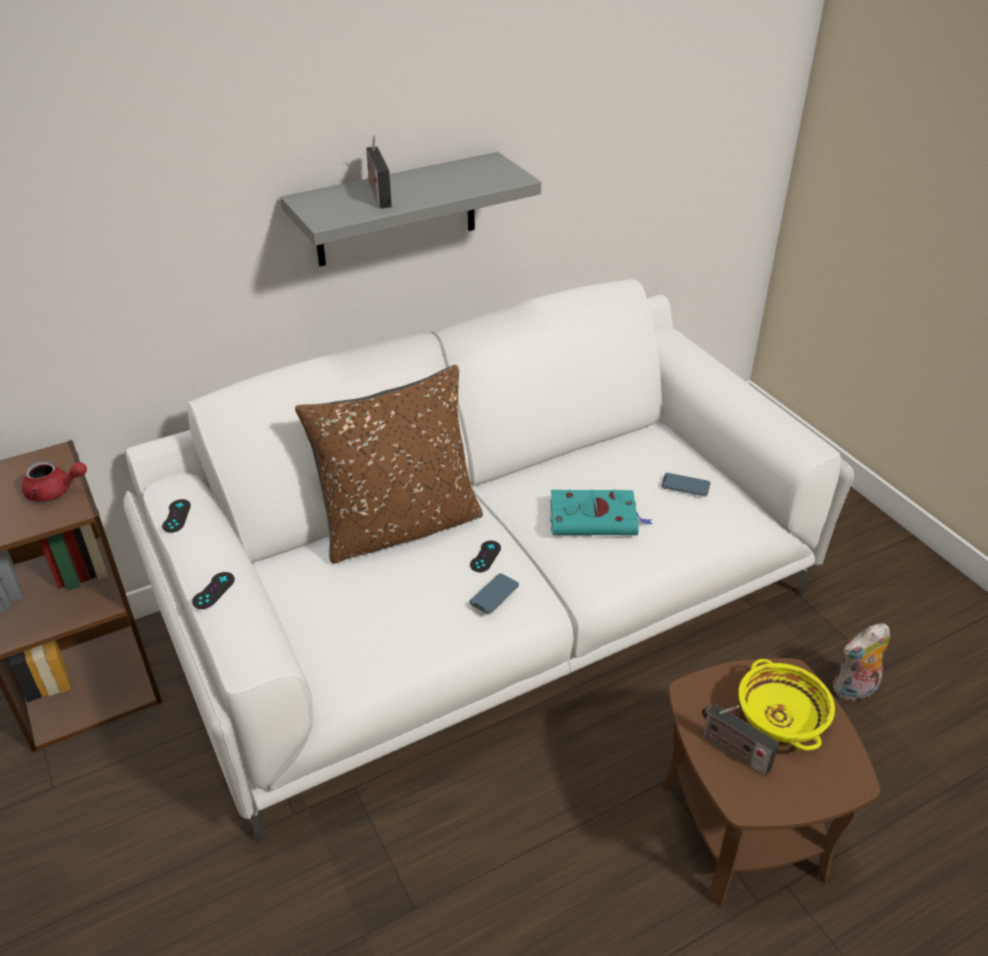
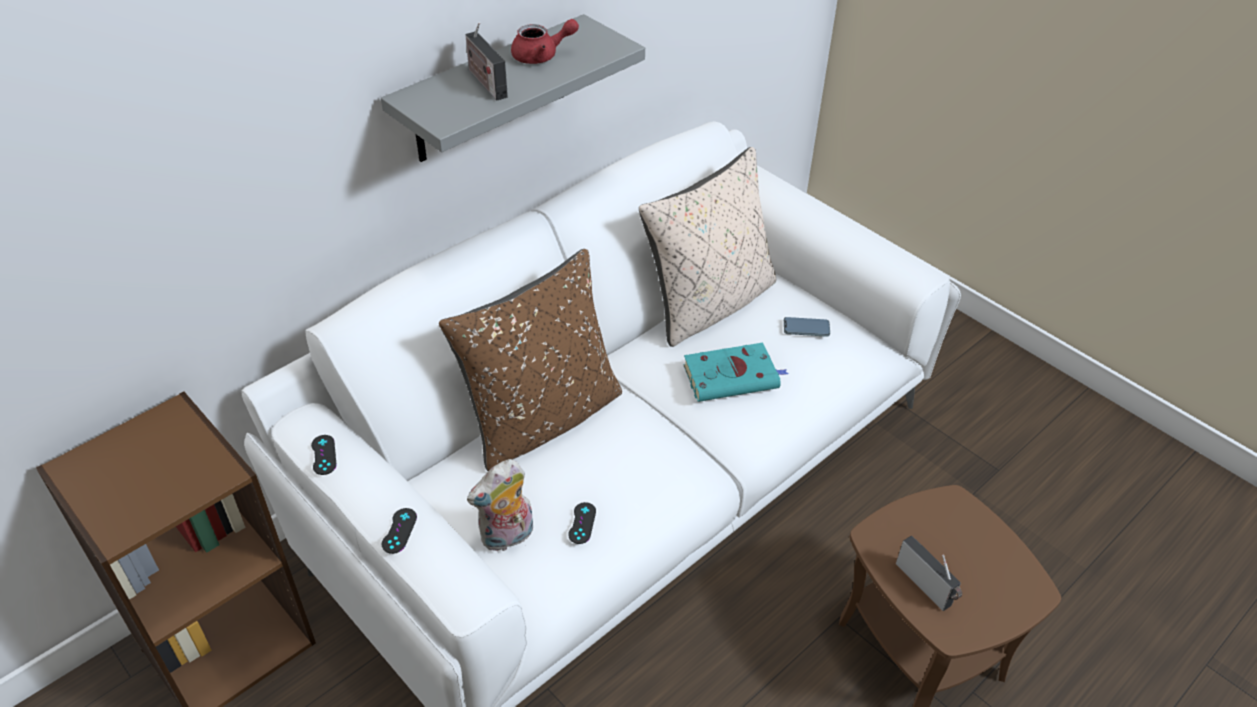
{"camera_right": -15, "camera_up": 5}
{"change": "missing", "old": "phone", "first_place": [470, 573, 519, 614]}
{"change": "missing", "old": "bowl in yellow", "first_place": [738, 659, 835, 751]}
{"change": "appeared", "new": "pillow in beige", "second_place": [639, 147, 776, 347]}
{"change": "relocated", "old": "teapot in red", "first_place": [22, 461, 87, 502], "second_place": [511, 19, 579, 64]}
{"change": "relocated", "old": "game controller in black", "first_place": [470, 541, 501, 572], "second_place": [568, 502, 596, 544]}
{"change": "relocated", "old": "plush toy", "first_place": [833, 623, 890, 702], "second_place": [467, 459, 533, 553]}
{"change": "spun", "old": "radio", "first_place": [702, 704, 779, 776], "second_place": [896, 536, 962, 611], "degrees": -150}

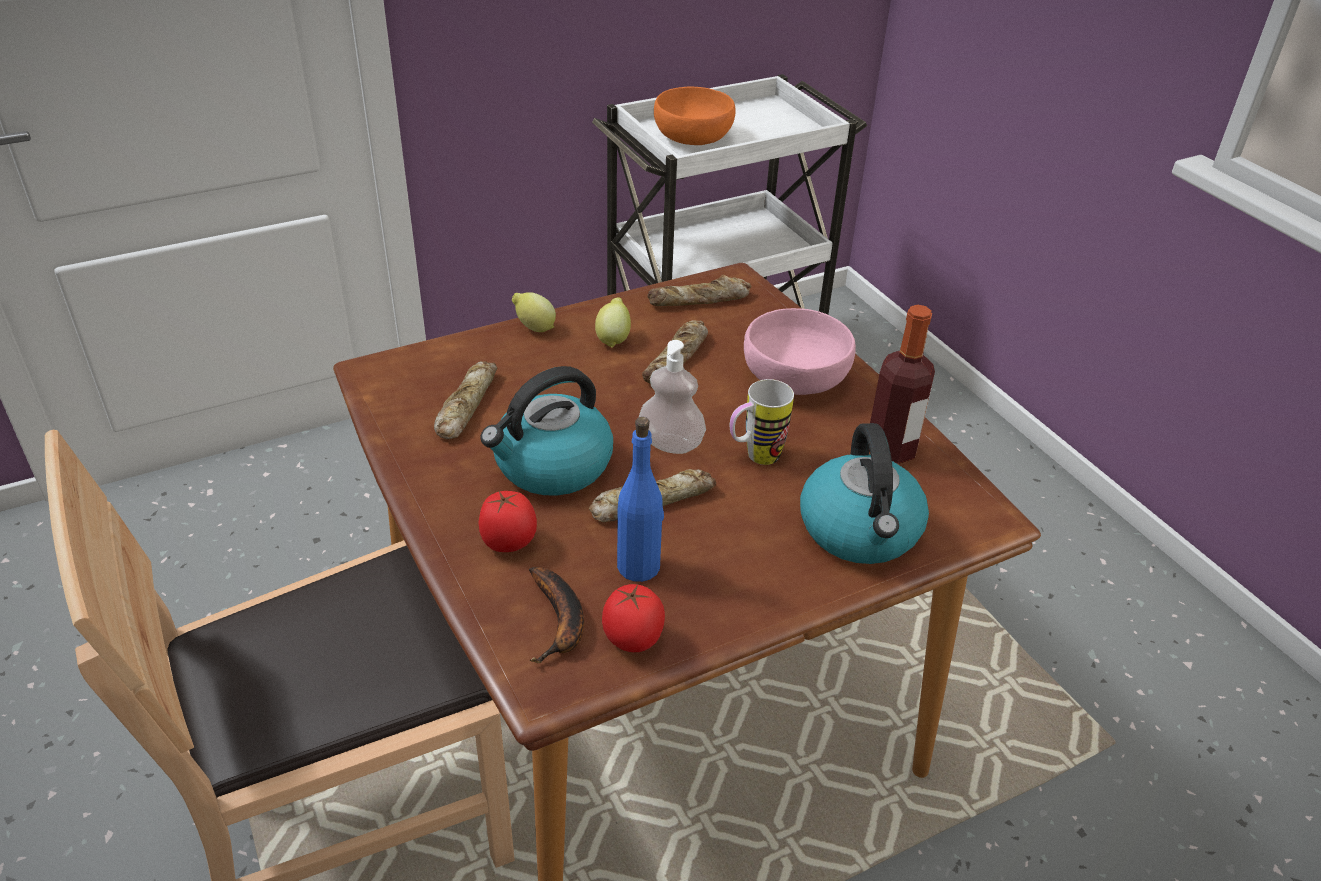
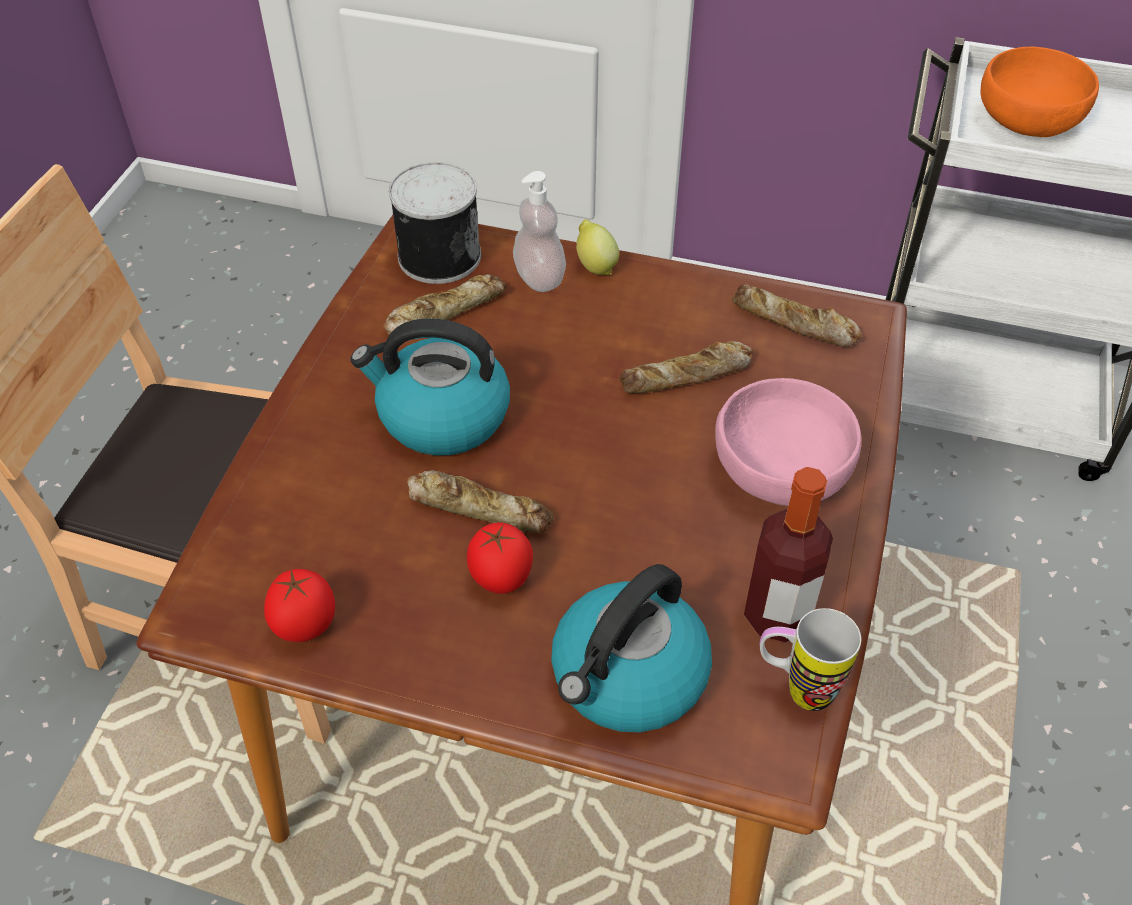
{"camera_right": 45, "camera_up": 10}
{"change": "missing", "old": "banana", "first_place": [529, 567, 584, 663]}
{"change": "missing", "old": "lemon", "first_place": [595, 297, 631, 348]}
{"change": "missing", "old": "bottle in blue", "first_place": [617, 417, 664, 582]}
{"change": "appeared", "new": "can", "second_place": [389, 162, 481, 284]}
{"change": "relocated", "old": "tomato", "first_place": [478, 491, 537, 552], "second_place": [467, 522, 533, 594]}
{"change": "relocated", "old": "soap dispenser", "first_place": [639, 340, 706, 454], "second_place": [513, 171, 566, 292]}
{"change": "relocated", "old": "mug", "first_place": [730, 379, 794, 465], "second_place": [759, 608, 861, 711]}

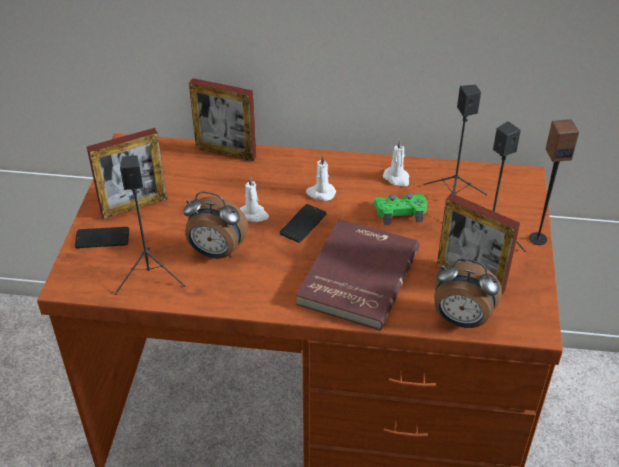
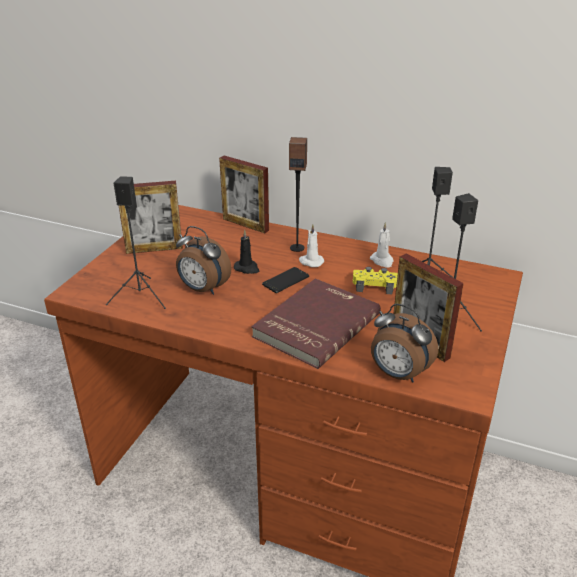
{"camera_right": 15, "camera_up": -10}
{"change": "missing", "old": "phone", "first_place": [75, 227, 129, 248]}
{"change": "relocated", "old": "speaker", "first_place": [529, 119, 579, 245], "second_place": [289, 137, 307, 252]}
{"change": "colour", "old": "candle in white", "new": "candle in black", "first_place": [240, 176, 269, 222], "second_place": [234, 230, 259, 274]}
{"change": "colour", "old": "game controller in green", "new": "game controller in yellow", "first_place": [374, 193, 427, 225], "second_place": [353, 267, 398, 294]}

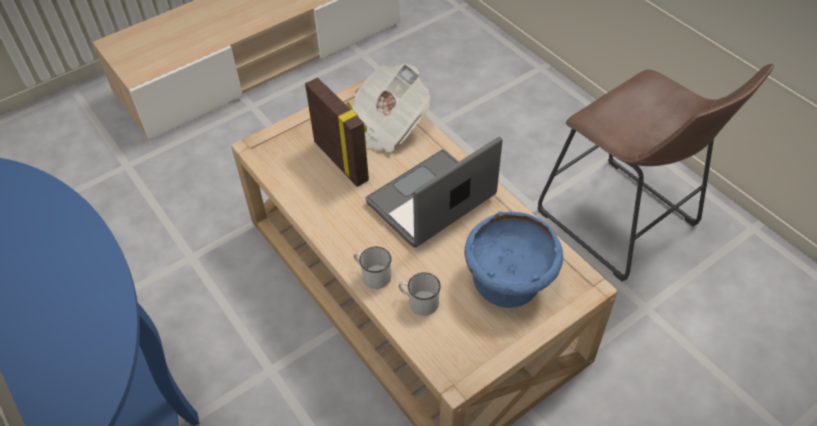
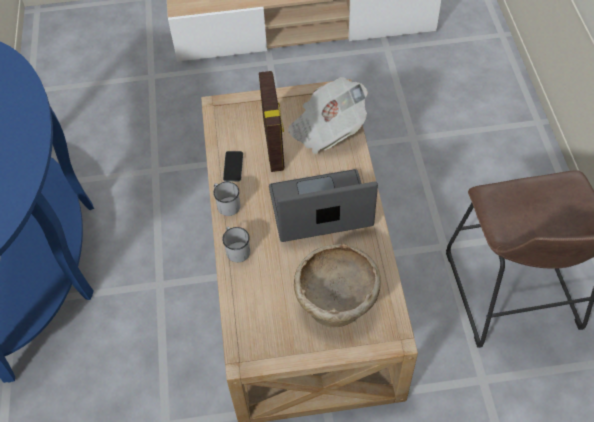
{"camera_right": 30, "camera_up": 5}
{"change": "appeared", "new": "phone", "second_place": [223, 151, 243, 181]}
{"change": "relocated", "old": "mug in white", "first_place": [399, 272, 441, 316], "second_place": [213, 182, 241, 216]}
{"change": "colour", "old": "bowl in blue", "new": "bowl in beige", "first_place": [464, 211, 563, 308], "second_place": [294, 244, 381, 327]}

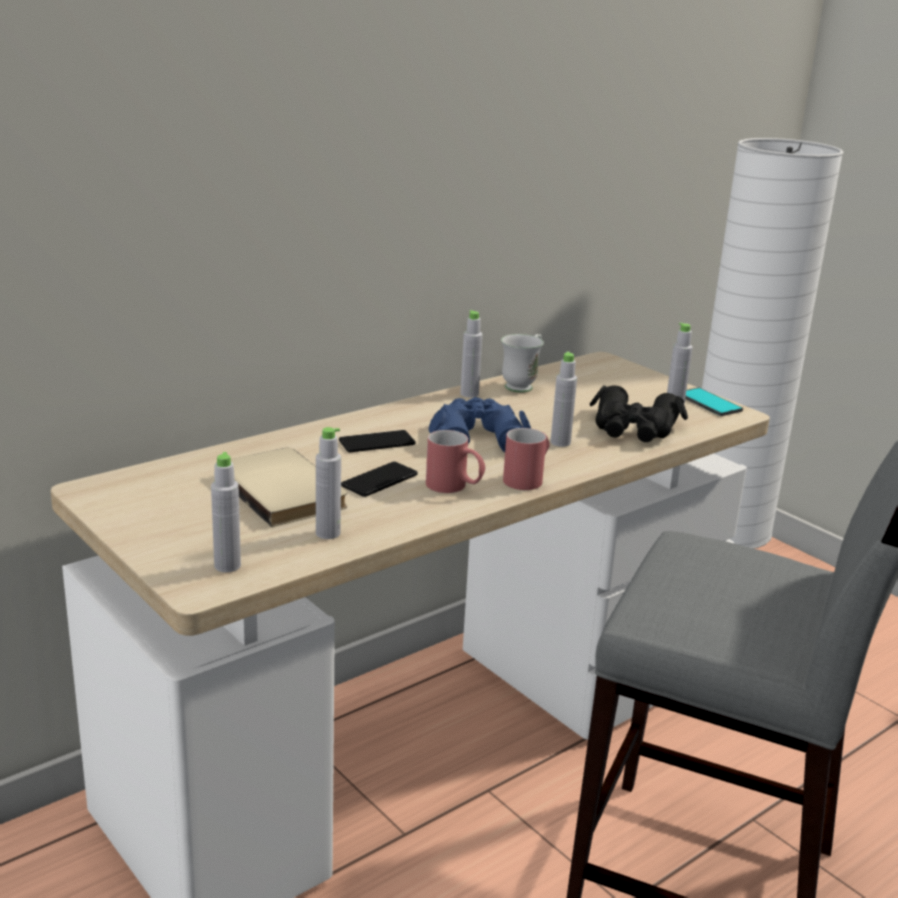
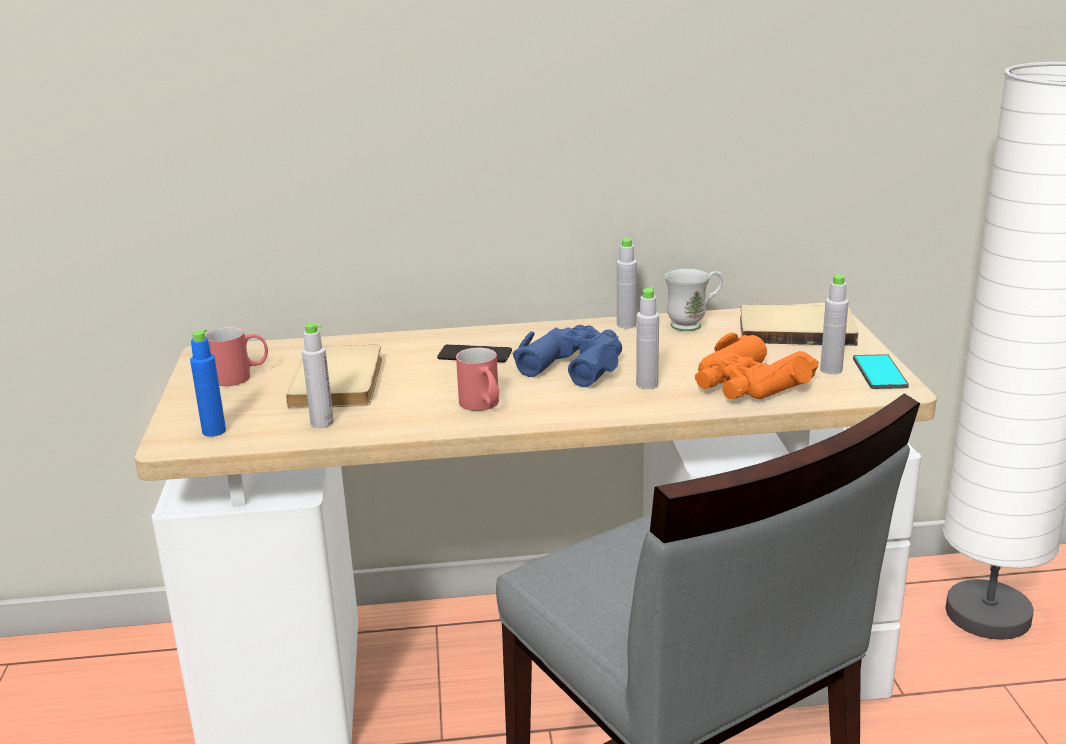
{"camera_right": 35, "camera_up": 0}
{"change": "missing", "old": "phone", "first_place": [341, 462, 418, 497]}
{"change": "appeared", "new": "book in beige", "second_place": [740, 304, 858, 346]}
{"change": "relocated", "old": "mug in red", "first_place": [503, 428, 550, 490], "second_place": [205, 327, 268, 386]}
{"change": "colour", "old": "bottle in grey", "new": "bottle in blue", "first_place": [211, 452, 241, 572], "second_place": [190, 329, 226, 437]}
{"change": "colour", "old": "binoculars in black", "new": "binoculars in orange", "first_place": [589, 385, 688, 442], "second_place": [695, 333, 819, 400]}

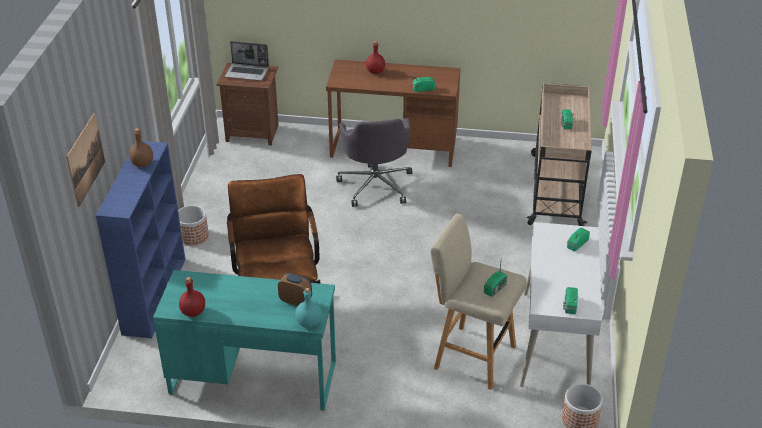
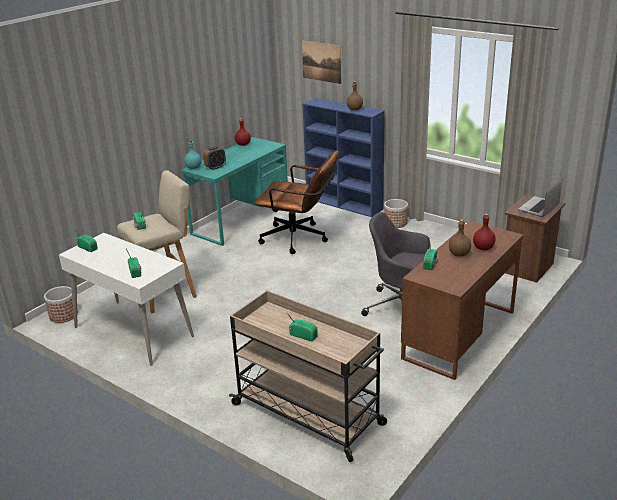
{"camera_right": 120, "camera_up": -10}
{"change": "appeared", "new": "bottle in brown", "second_place": [449, 219, 471, 257]}

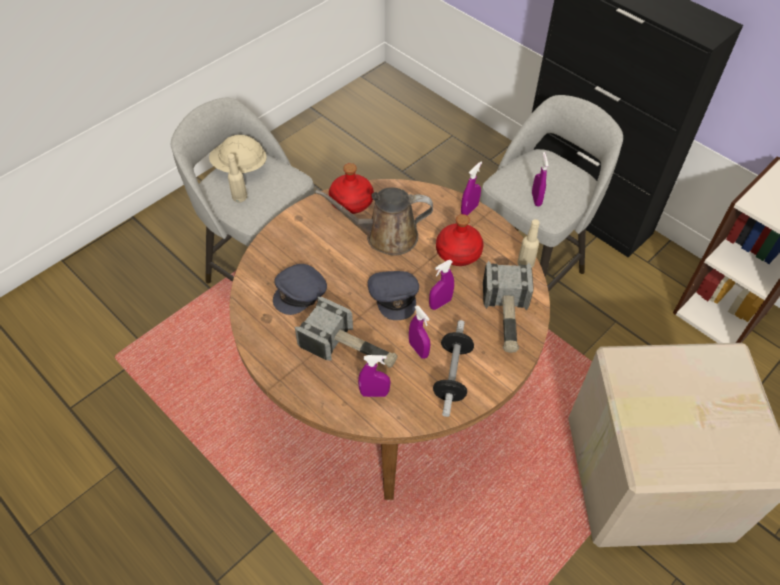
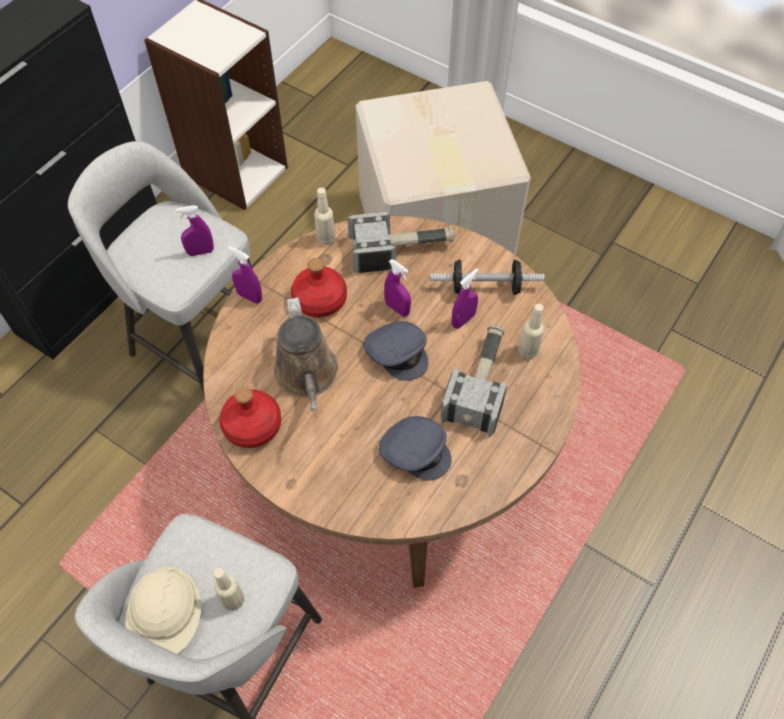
{"camera_right": -100, "camera_up": 5}
{"change": "exchanged", "old": "spray bottle in purple", "new": "bottle in beige", "first_place": [358, 355, 391, 397], "second_place": [518, 303, 544, 359]}
{"change": "spun", "old": "cap in grey", "first_place": [368, 271, 419, 320], "second_place": [363, 321, 428, 381], "degrees": 75}

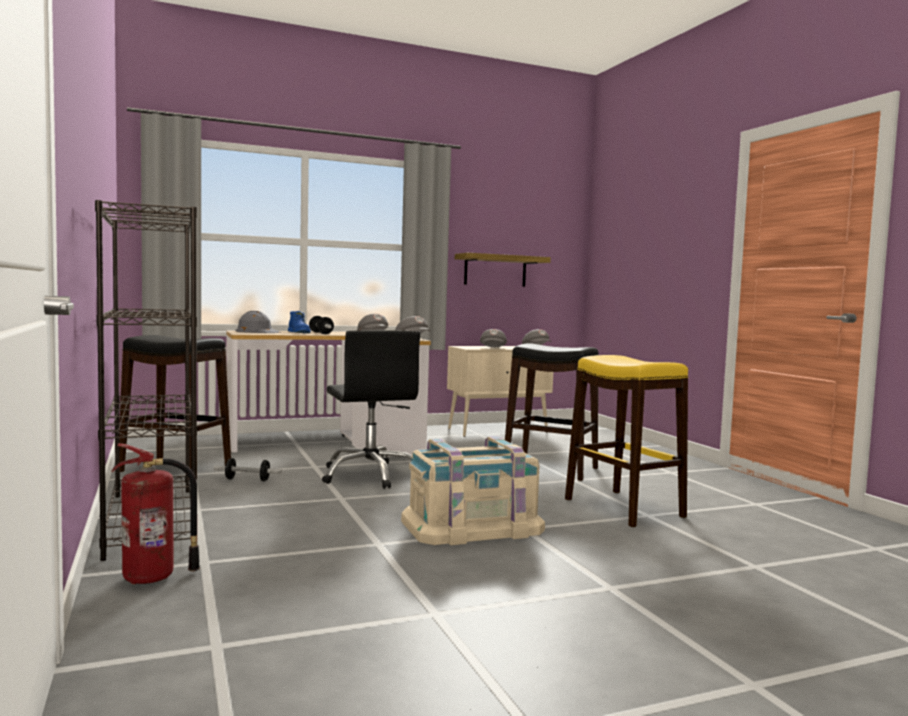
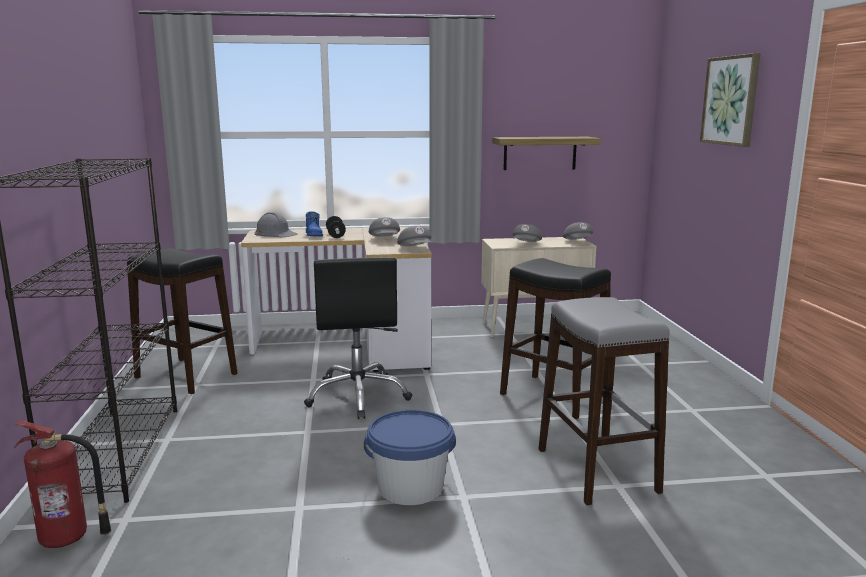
{"camera_right": 15, "camera_up": 10}
{"change": "missing", "old": "dumbbell", "first_place": [214, 458, 282, 481]}
{"change": "appeared", "new": "picture", "second_place": [700, 53, 760, 147]}
{"change": "exchanged", "old": "storage box in beige", "new": "bucket in blue", "first_place": [401, 436, 545, 545], "second_place": [364, 410, 456, 505]}
{"change": "colour", "old": "stool in yellow", "new": "stool in grey", "first_place": [565, 355, 688, 527], "second_place": [539, 297, 670, 505]}

